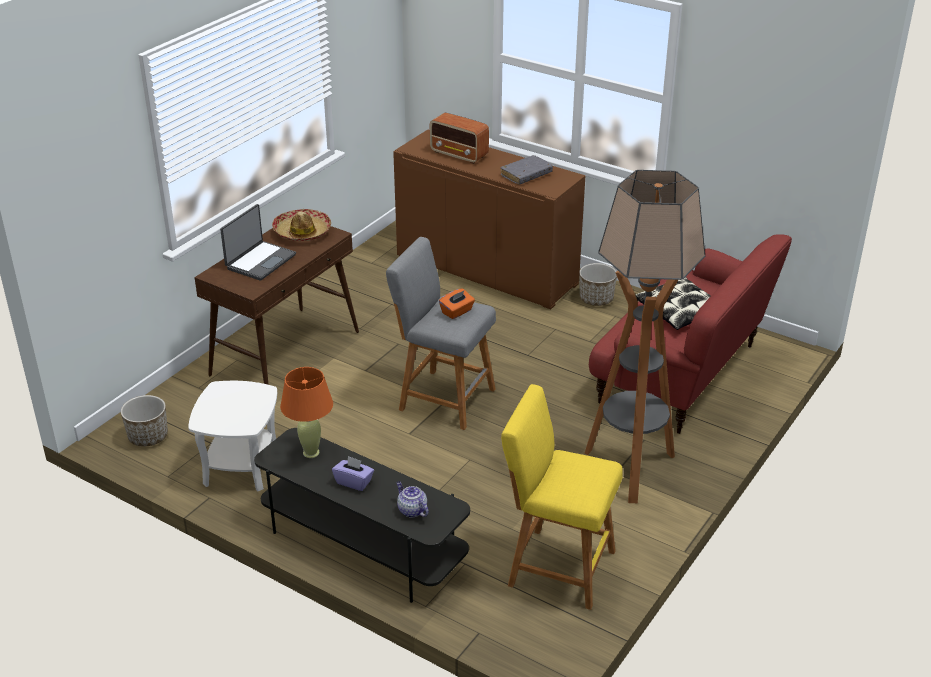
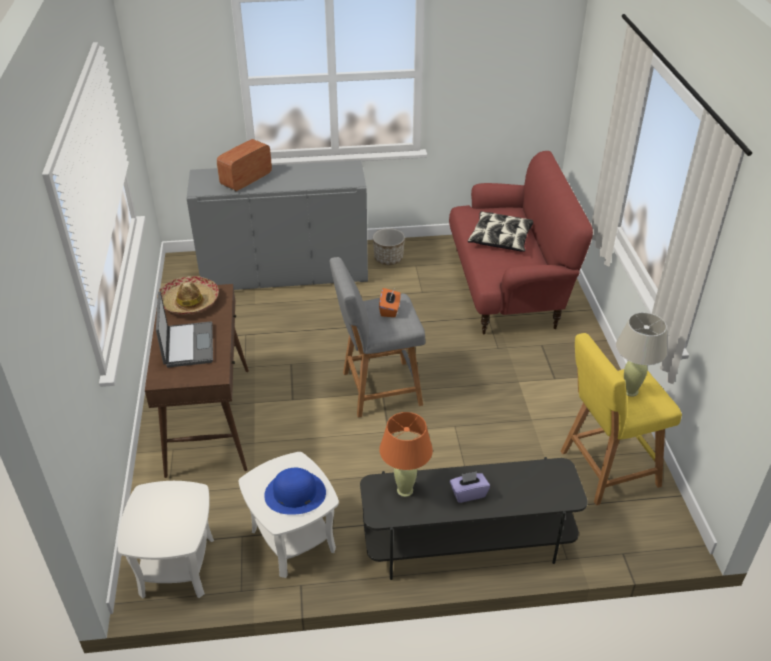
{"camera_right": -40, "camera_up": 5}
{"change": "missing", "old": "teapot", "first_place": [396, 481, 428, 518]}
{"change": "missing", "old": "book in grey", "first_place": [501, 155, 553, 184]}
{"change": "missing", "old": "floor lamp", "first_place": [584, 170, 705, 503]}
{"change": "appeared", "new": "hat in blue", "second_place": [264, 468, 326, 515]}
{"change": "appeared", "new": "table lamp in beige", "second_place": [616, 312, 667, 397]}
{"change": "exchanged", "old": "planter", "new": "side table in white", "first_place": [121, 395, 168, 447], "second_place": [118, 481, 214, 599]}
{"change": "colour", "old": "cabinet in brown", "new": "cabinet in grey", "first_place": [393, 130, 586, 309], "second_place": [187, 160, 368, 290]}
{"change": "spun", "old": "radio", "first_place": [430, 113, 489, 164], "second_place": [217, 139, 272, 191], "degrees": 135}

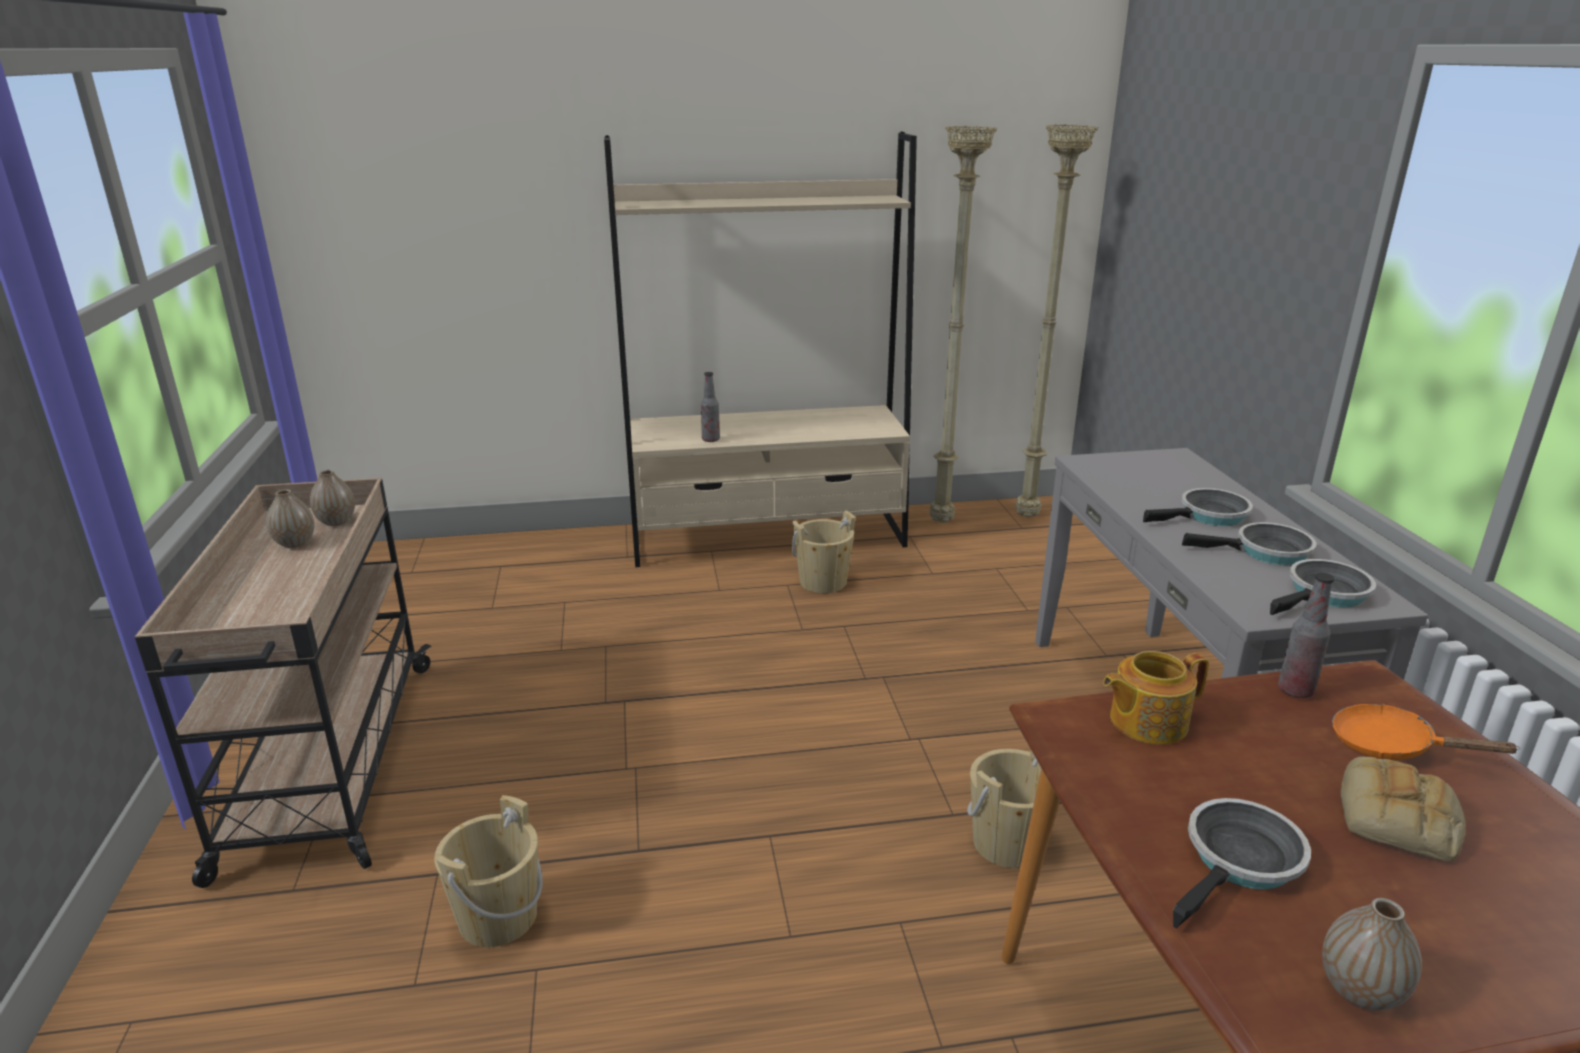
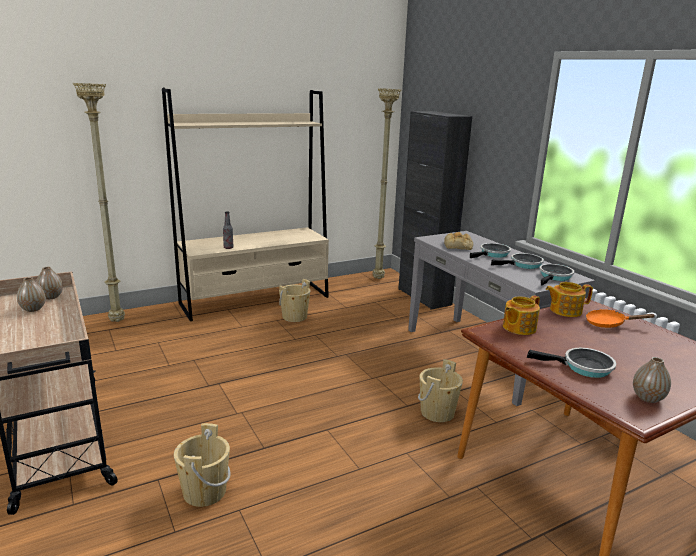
{"camera_right": -20, "camera_up": -5}
{"change": "appeared", "new": "cabinet in black", "second_place": [398, 111, 472, 310]}
{"change": "relocated", "old": "floor lamp in beige", "first_place": [929, 126, 997, 523], "second_place": [73, 83, 125, 322]}
{"change": "relocated", "old": "bread", "first_place": [1341, 757, 1466, 861], "second_place": [444, 232, 473, 250]}
{"change": "exchanged", "old": "bottle", "new": "teapot", "first_place": [1278, 573, 1335, 698], "second_place": [546, 282, 593, 317]}
{"change": "spun", "old": "frying pan", "first_place": [1173, 798, 1311, 928], "second_place": [527, 348, 616, 378], "degrees": 75}

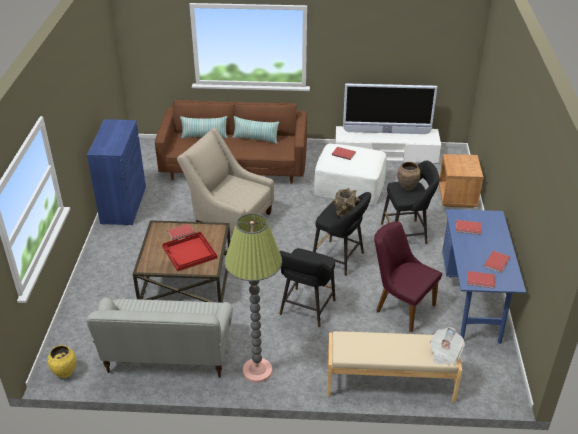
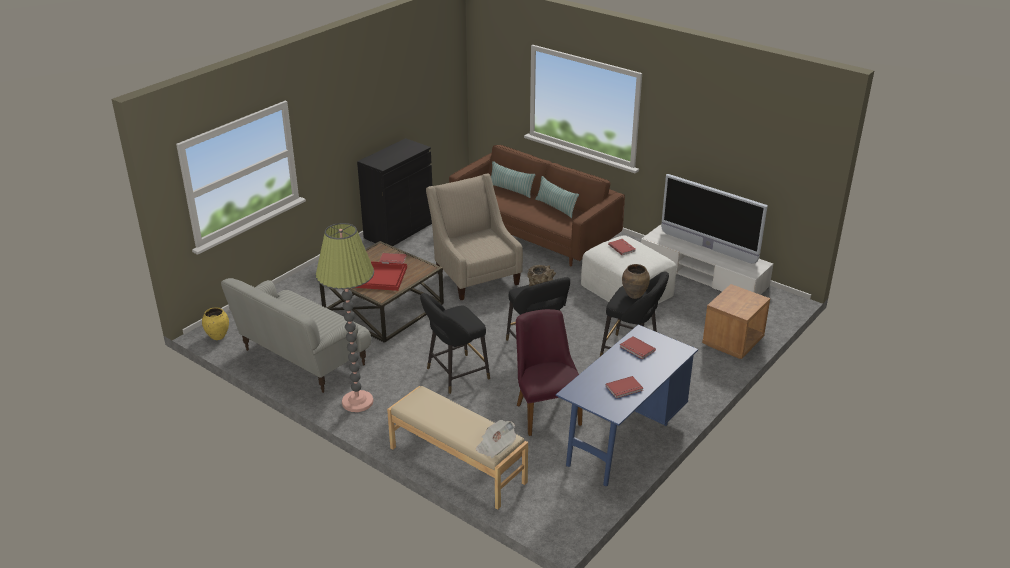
{"camera_right": 35, "camera_up": -5}
{"change": "missing", "old": "book in red", "first_place": [467, 271, 495, 289]}
{"change": "colour", "old": "cabinet in blue", "new": "cabinet in black", "first_place": [87, 119, 146, 225], "second_place": [357, 138, 432, 246]}

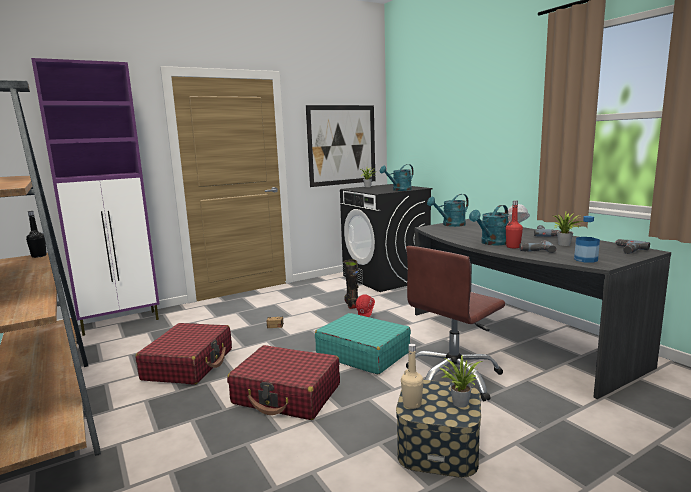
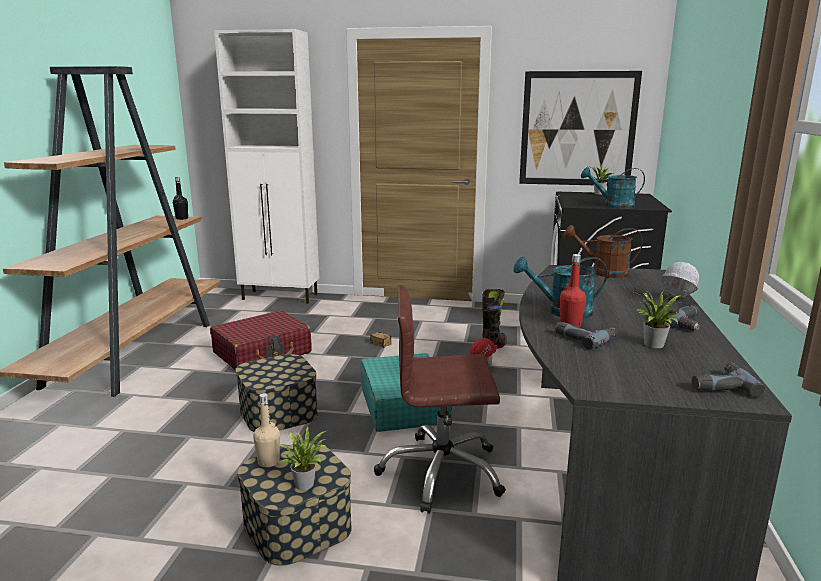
{"camera_right": 40, "camera_up": 5}
{"change": "missing", "old": "bottle", "first_place": [574, 216, 600, 263]}
{"change": "exchanged", "old": "suitcase in red", "new": "storage box", "first_place": [227, 345, 340, 420], "second_place": [235, 354, 318, 432]}
{"change": "colour", "old": "cabinet in purple", "new": "cabinet in white", "first_place": [31, 58, 159, 336], "second_place": [214, 29, 319, 304]}
{"change": "colour", "old": "watering can in turquoise", "new": "watering can in brown", "first_place": [427, 194, 469, 227], "second_place": [563, 225, 643, 278]}

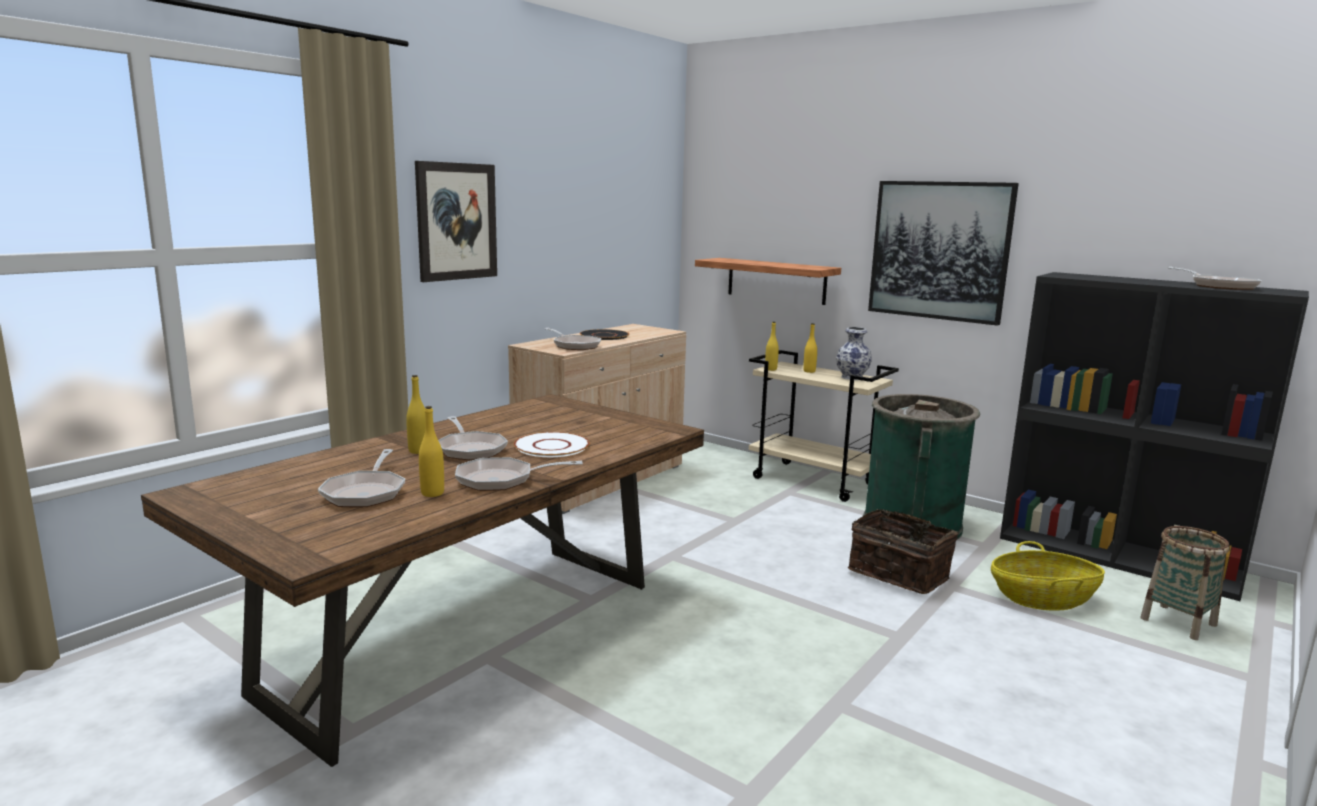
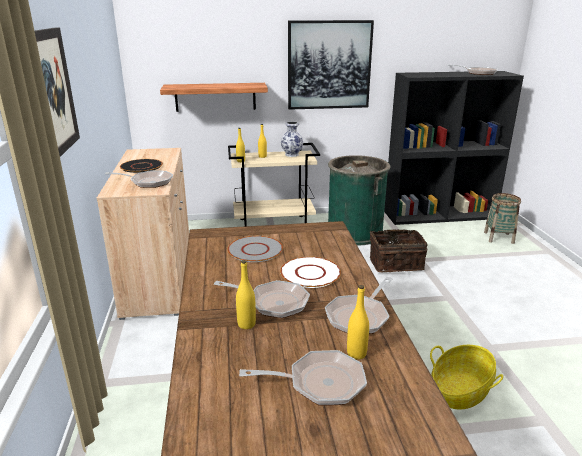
{"camera_right": -45, "camera_up": 10}
{"change": "appeared", "new": "plate in grey", "second_place": [227, 236, 283, 262]}
{"change": "relocated", "old": "basket", "first_place": [991, 541, 1105, 611], "second_place": [430, 345, 503, 410]}
{"change": "spun", "old": "frying pan", "first_place": [318, 449, 405, 507], "second_place": [239, 350, 367, 406], "degrees": -45}

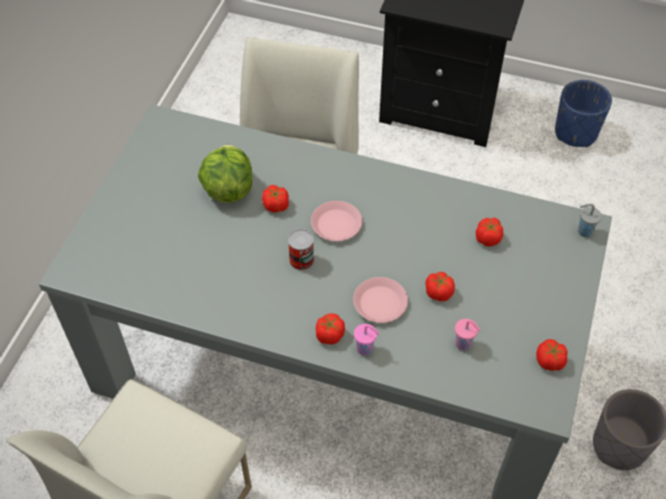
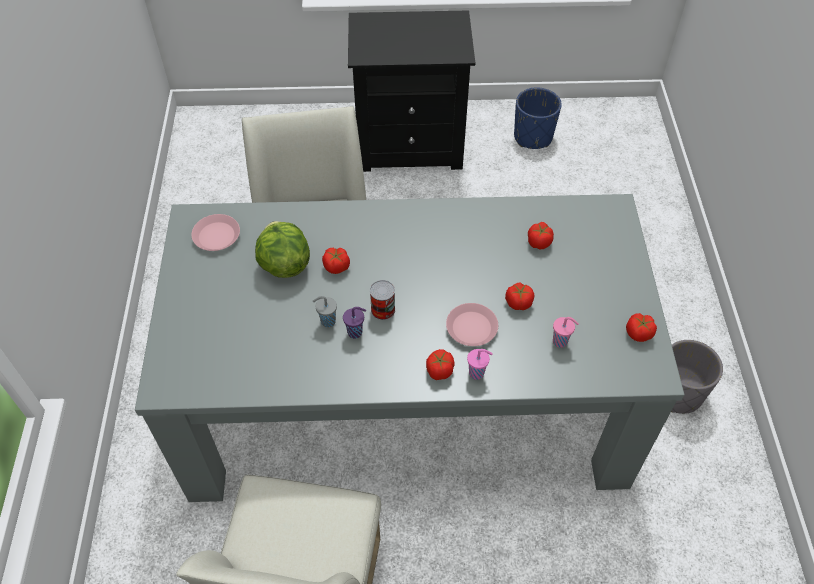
{"camera_right": -20, "camera_up": 0}
{"change": "appeared", "new": "cup in purple", "second_place": [343, 307, 366, 339]}
{"change": "relocated", "old": "plate in pink", "first_place": [311, 201, 362, 241], "second_place": [191, 214, 240, 251]}
{"change": "relocated", "old": "cup in grey", "first_place": [578, 204, 602, 237], "second_place": [313, 296, 337, 327]}

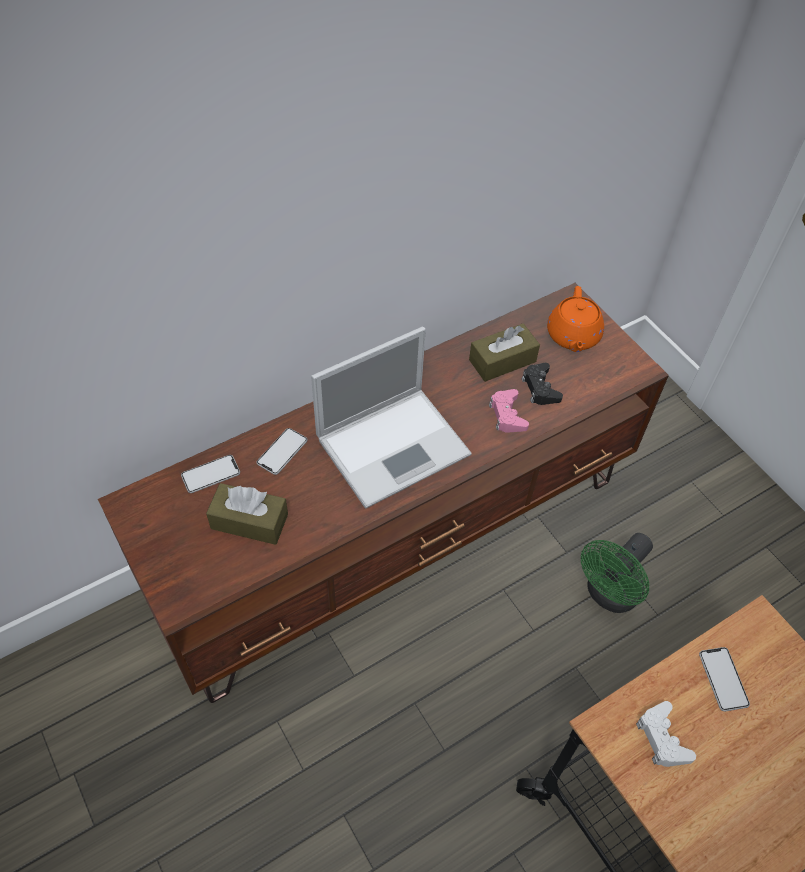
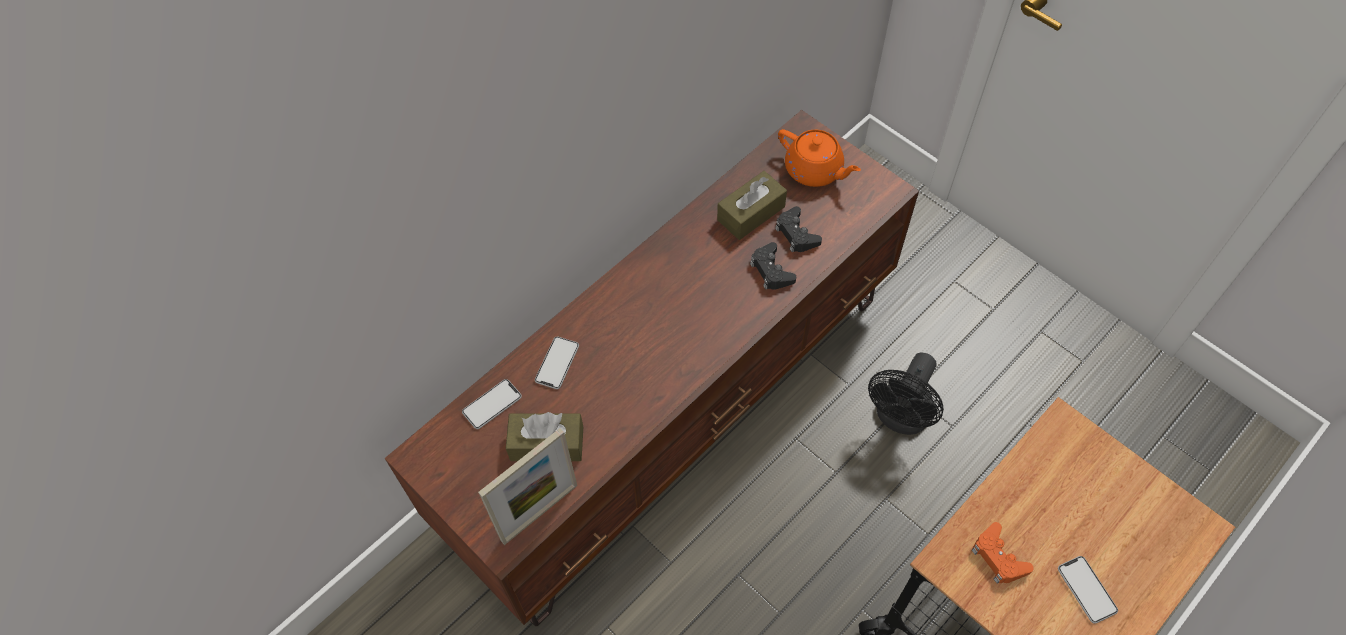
{"camera_right": -10, "camera_up": 5}
{"change": "missing", "old": "laptop", "first_place": [311, 327, 472, 509]}
{"change": "appeared", "new": "picture frame", "second_place": [478, 428, 577, 545]}
{"change": "relocated", "old": "phone", "first_place": [699, 647, 750, 711], "second_place": [1058, 556, 1118, 624]}
{"change": "colour", "old": "game controller in pink", "new": "game controller in black", "first_place": [489, 389, 529, 433], "second_place": [750, 242, 796, 290]}
{"change": "colour", "old": "fan in green", "new": "fan in black", "first_place": [581, 533, 653, 613], "second_place": [868, 353, 944, 435]}
{"change": "colour", "old": "game controller in white", "new": "game controller in orange", "first_place": [636, 701, 696, 767], "second_place": [972, 522, 1034, 584]}
{"change": "spun", "old": "teapot in orange", "first_place": [547, 286, 604, 352], "second_place": [778, 129, 861, 187], "degrees": -45}

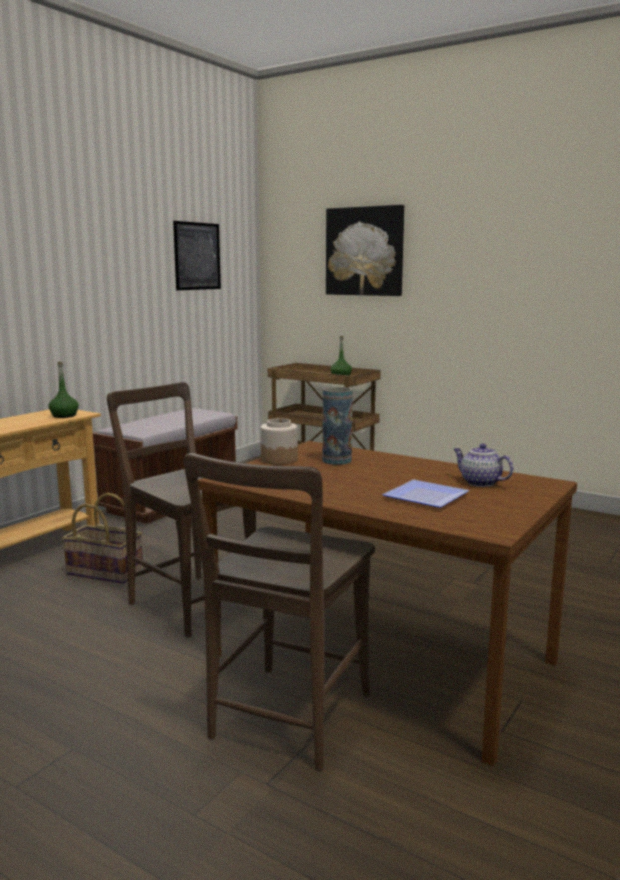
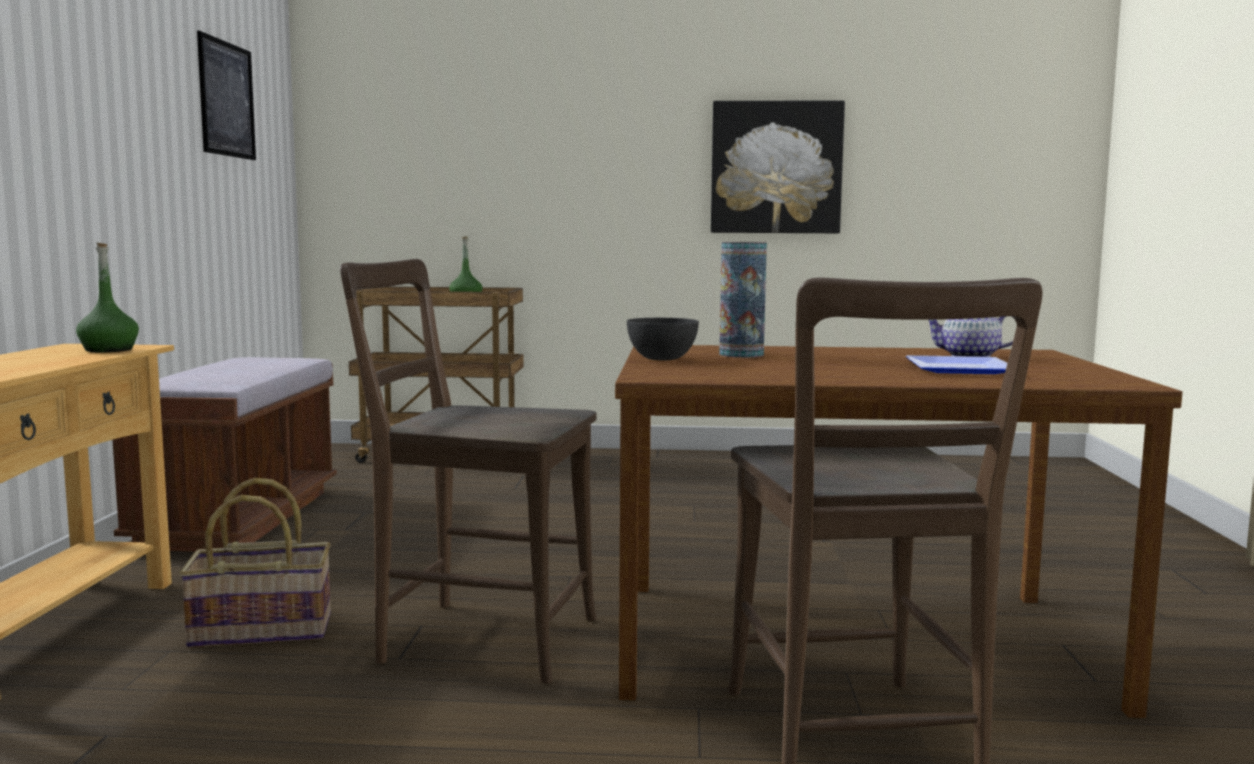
{"camera_right": -30, "camera_up": -5}
{"change": "relocated", "old": "picture", "first_place": [326, 205, 404, 296], "second_place": [711, 101, 845, 234]}
{"change": "exchanged", "old": "jar", "new": "bowl in grey", "first_place": [260, 418, 298, 465], "second_place": [627, 318, 699, 360]}

